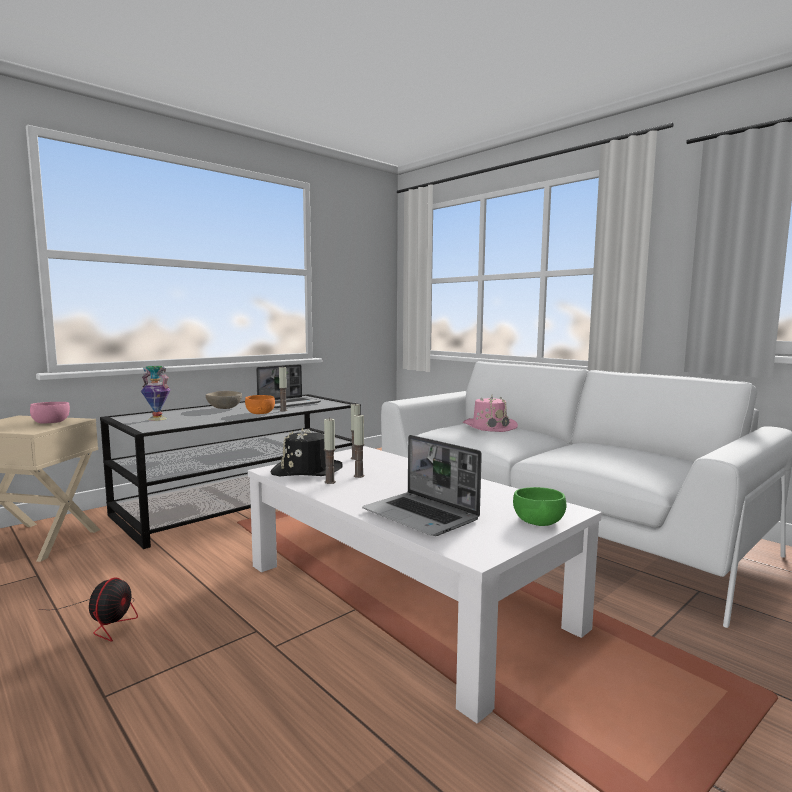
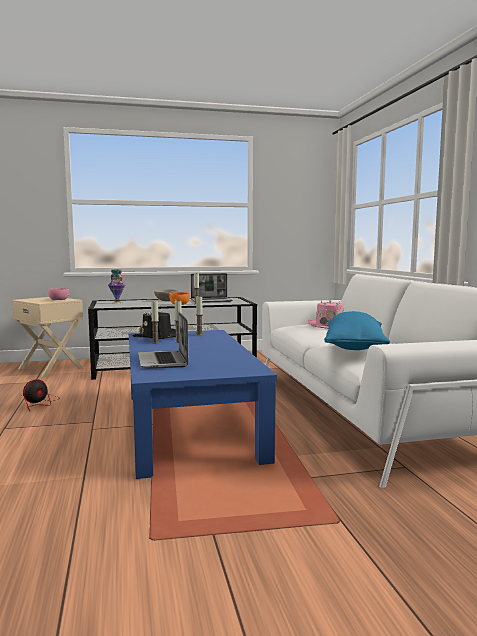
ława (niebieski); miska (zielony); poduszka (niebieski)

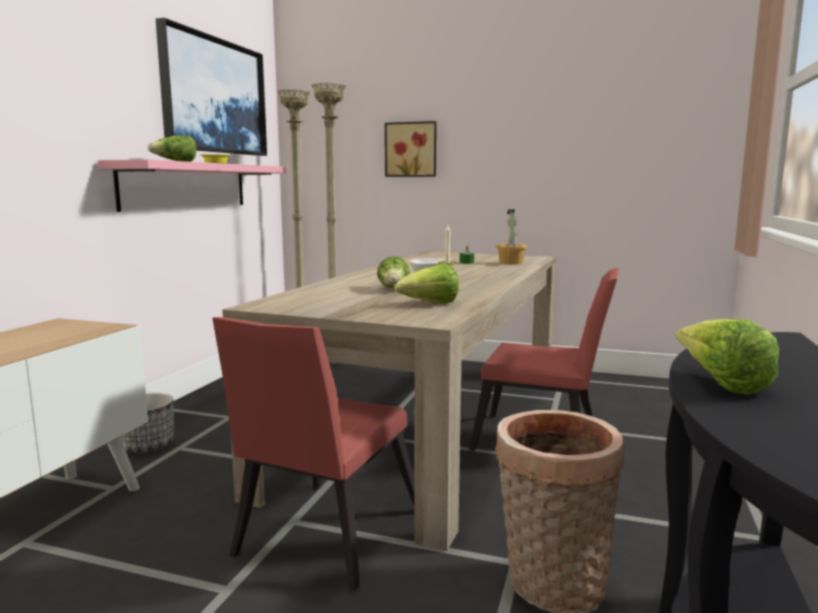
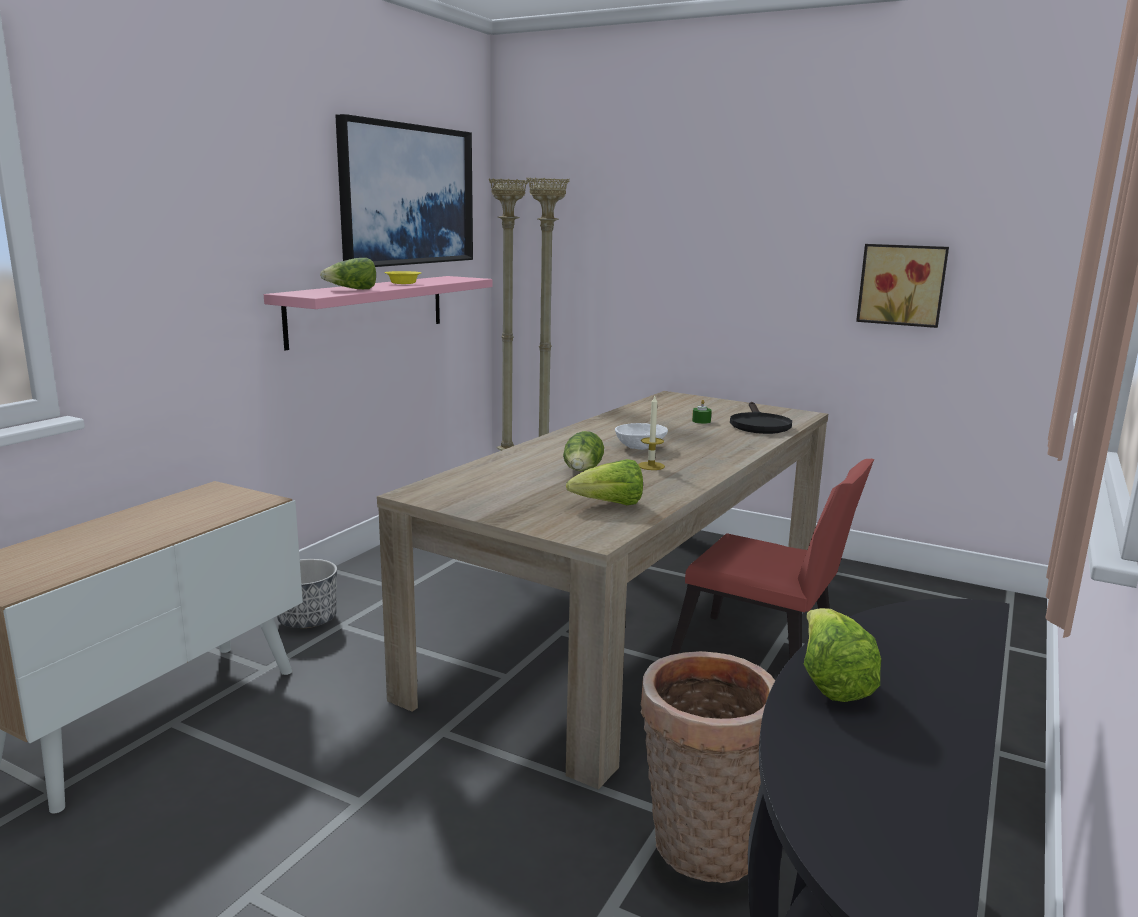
obraz (2nd from left); patelnia (czarny); krzesło (czerwony) (1st from left in the first image)

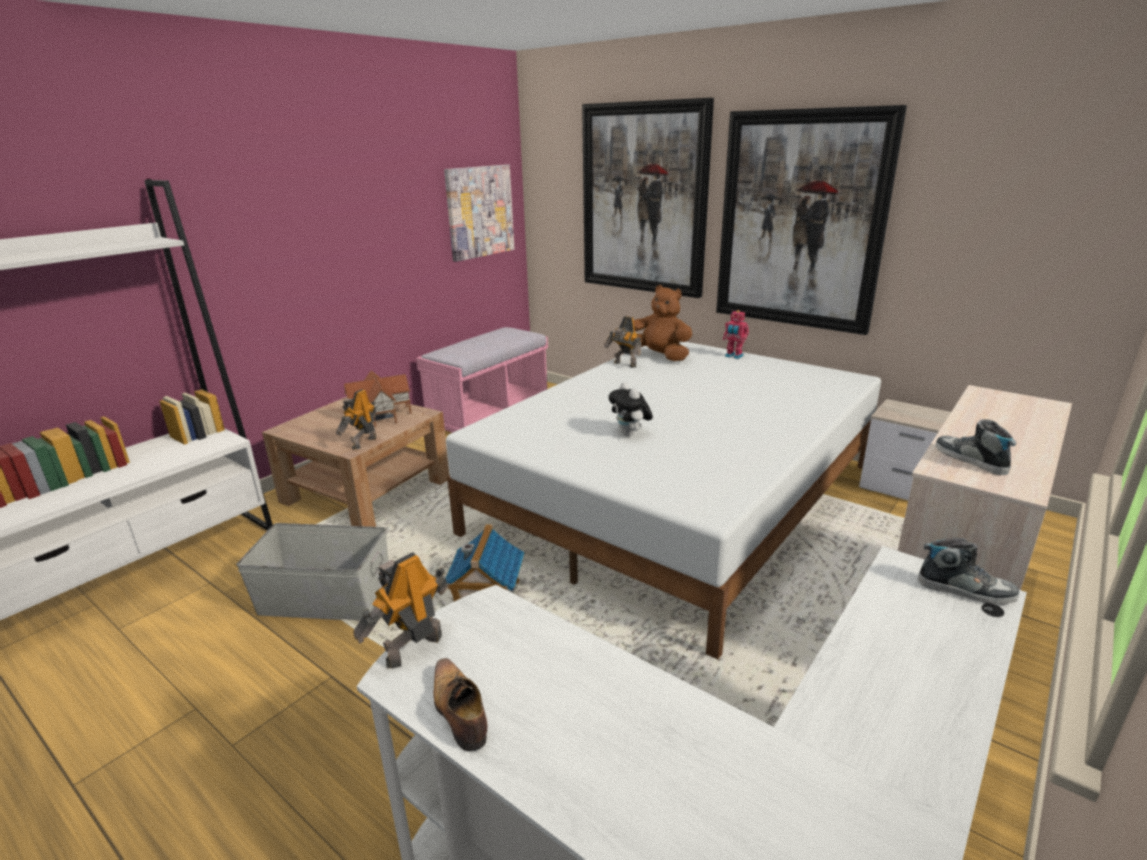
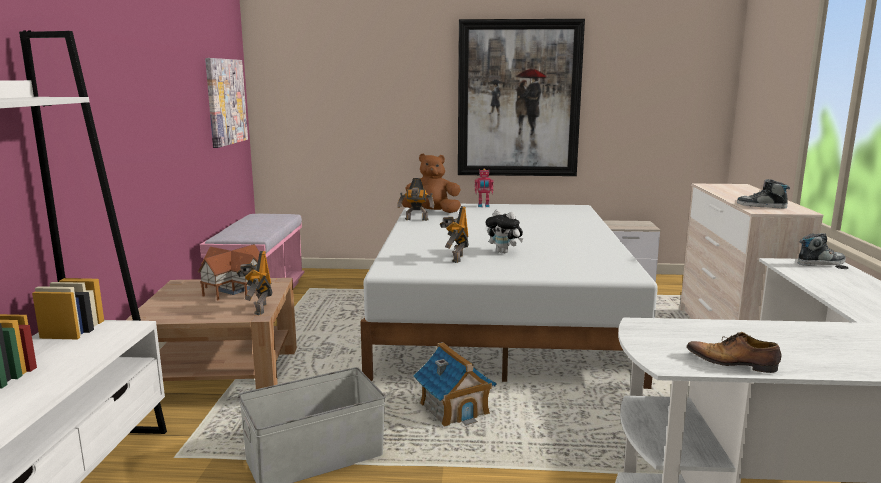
obraz (2nd from left in the first image); robot zabawkowy (3rd from left)

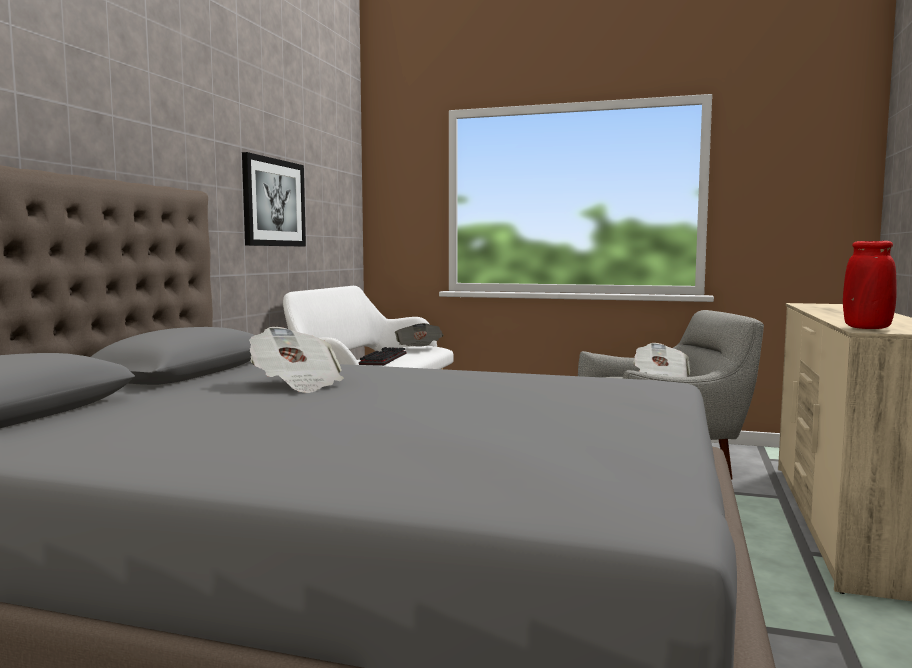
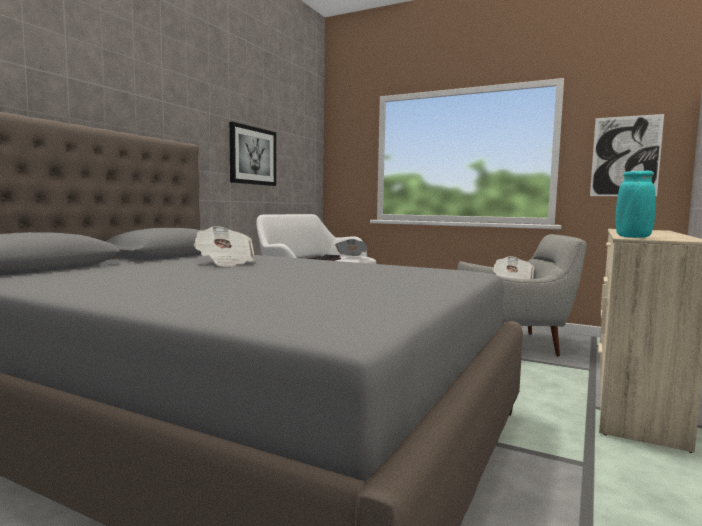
wazon (turkusowy); obraz (2nd from left)

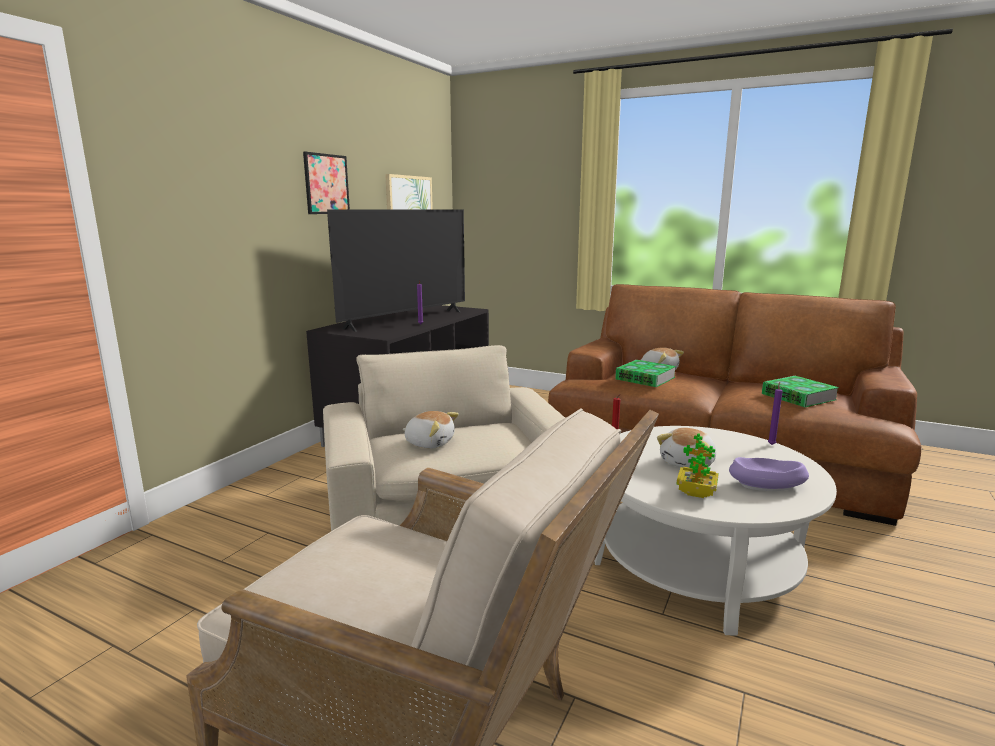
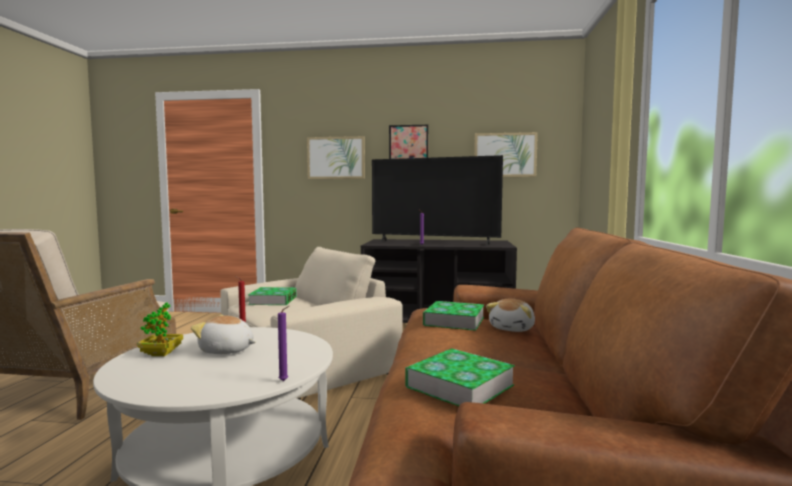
książka (1st from left); miska (fioletowy); obraz (1st from left)

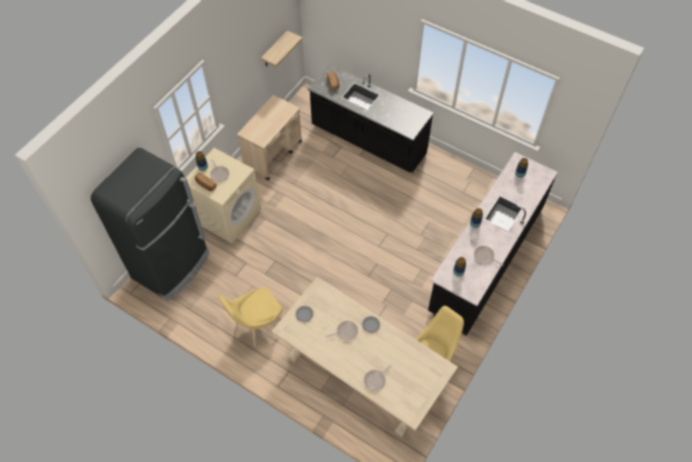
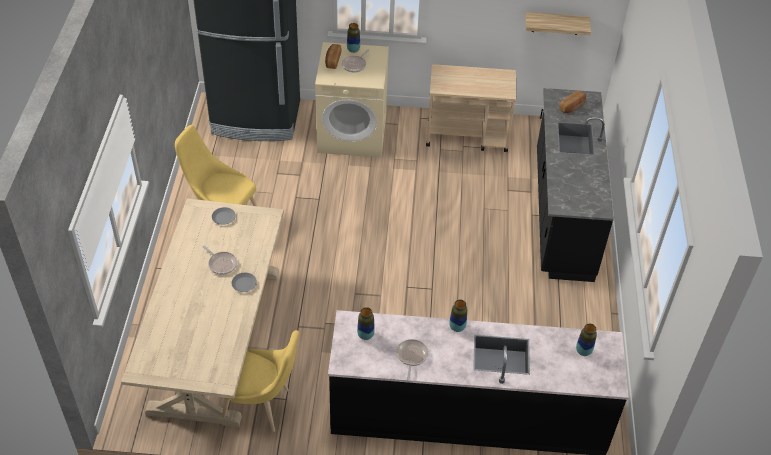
patelnia (3rd from left in the first image)

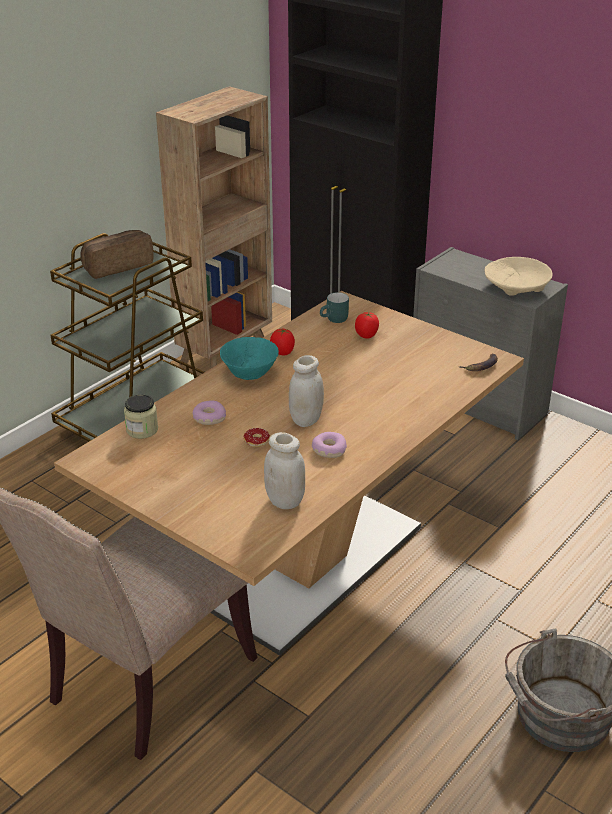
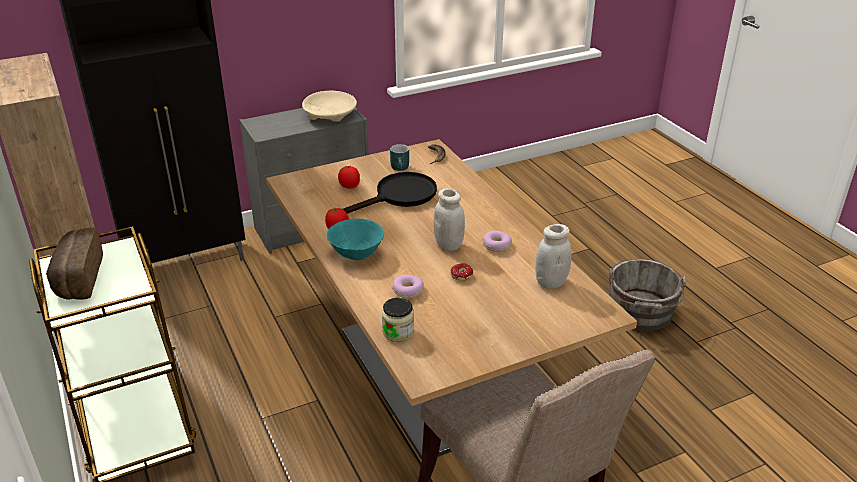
kubek (turkusowy); patelnia (czarny)

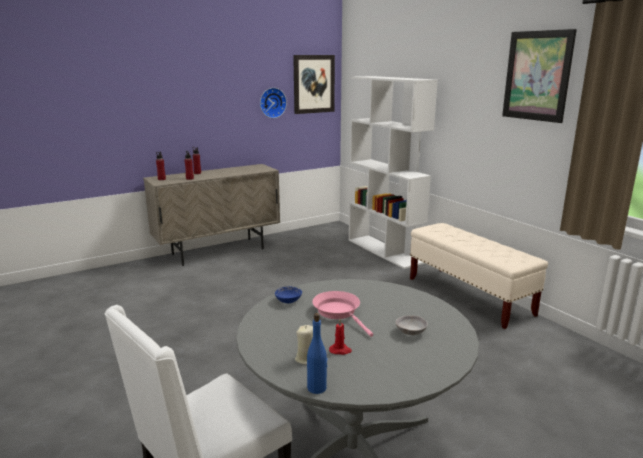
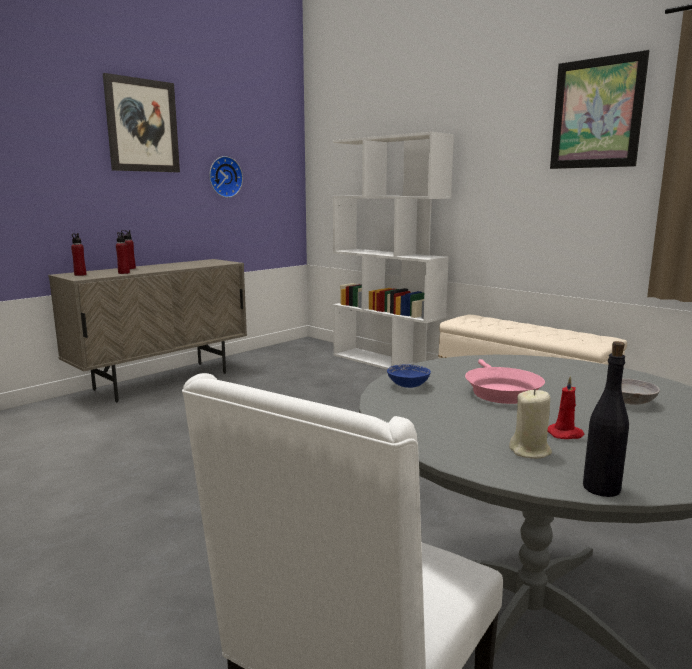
obraz (1st from left); patelnia (różowy); butelka (czarny)

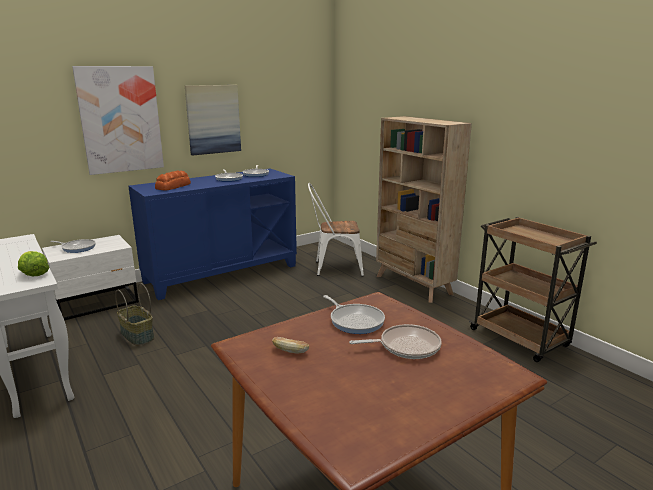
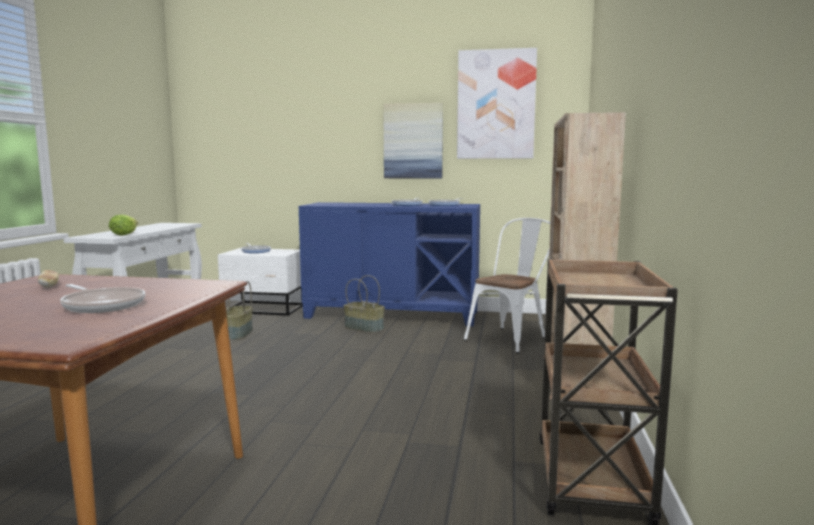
obraz (2nd from left); chleb (1st from left in the first image); krzesło (biały); patelnia (4th from left in the first image); koszyk (2nd from left)

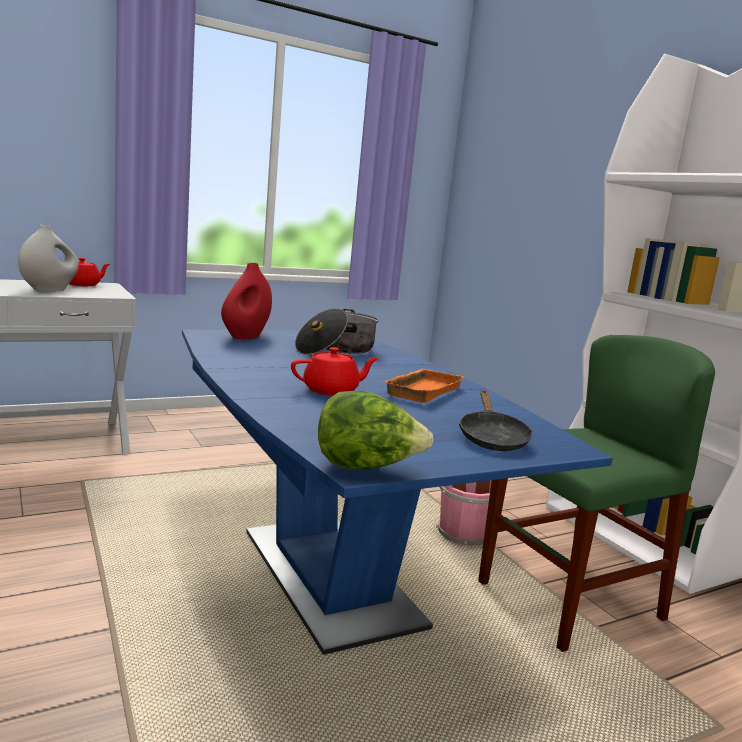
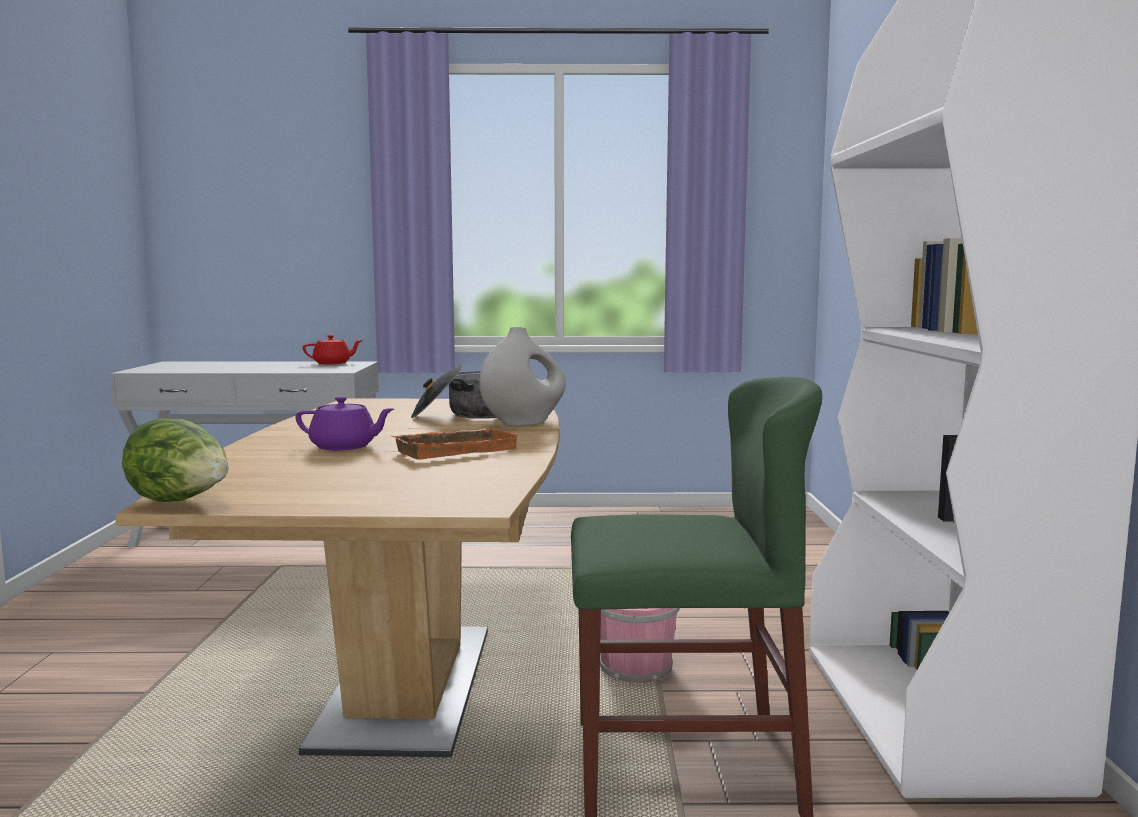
wazon (biały); wazon (czerwony); stół jadalny (brązowy); imbryk (fioletowy); patelnia (czarny)

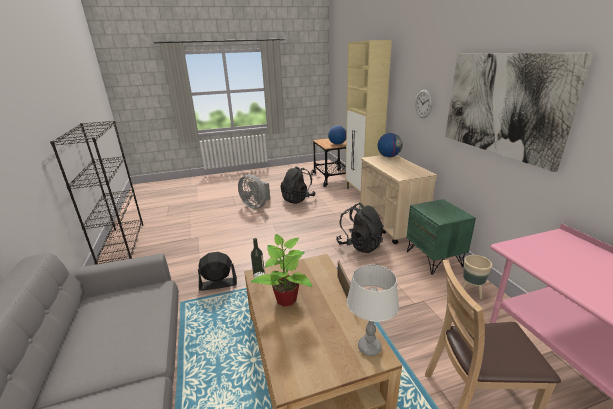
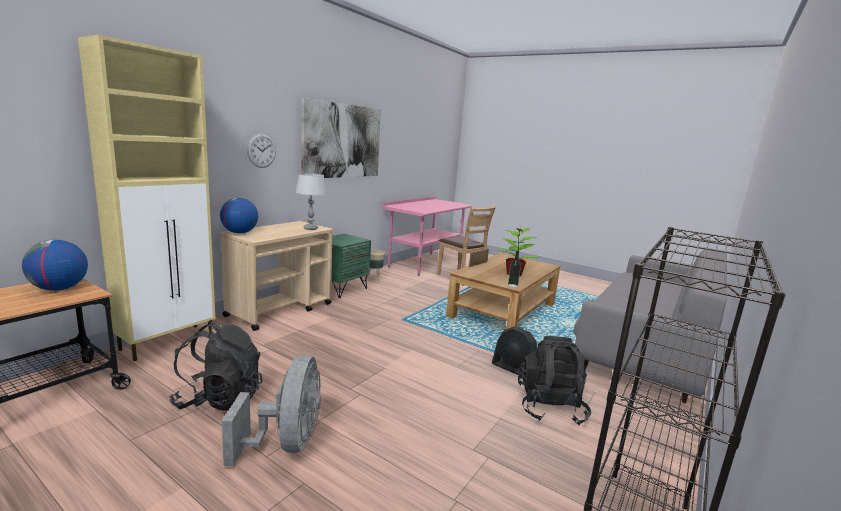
plecak (czarny) (2nd from left); lampa stołowa (szary)

